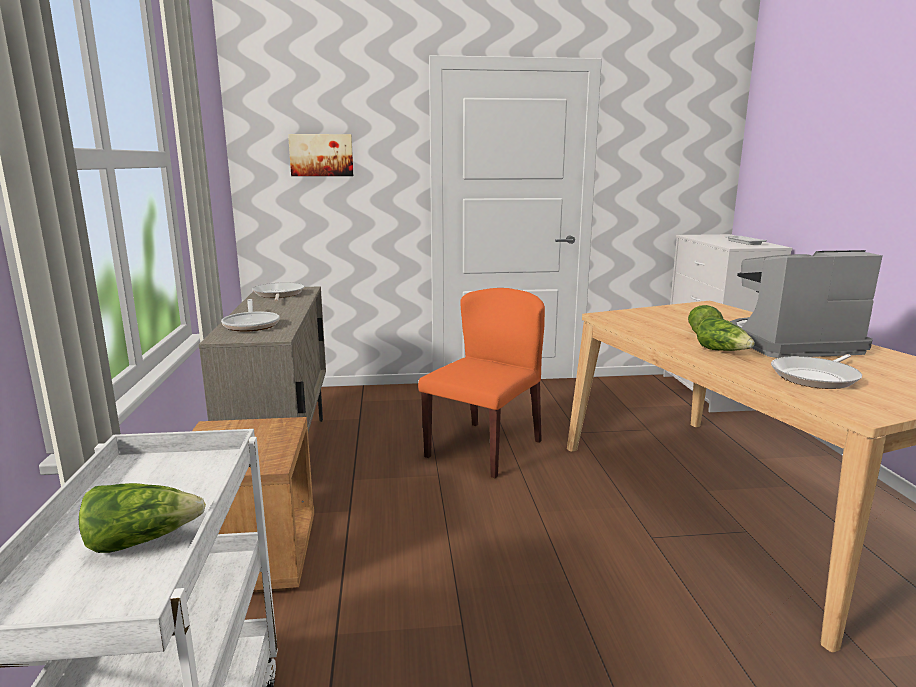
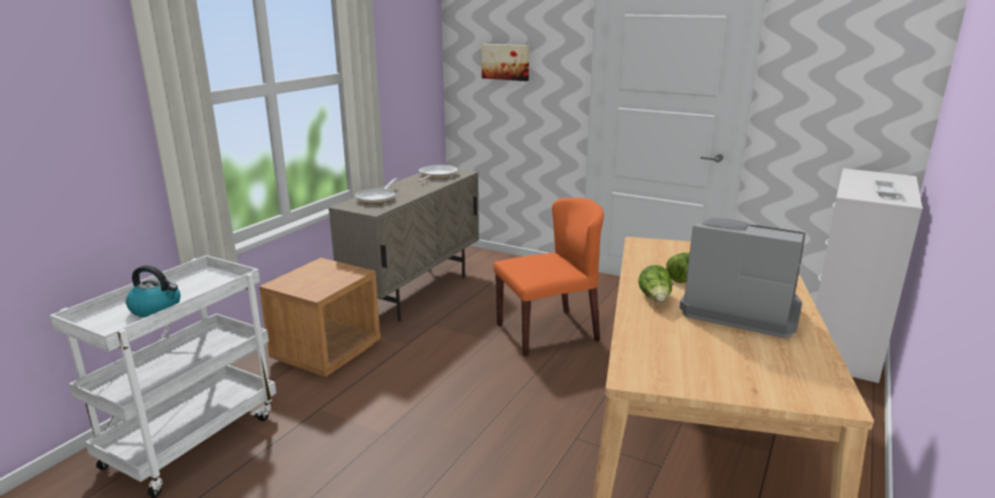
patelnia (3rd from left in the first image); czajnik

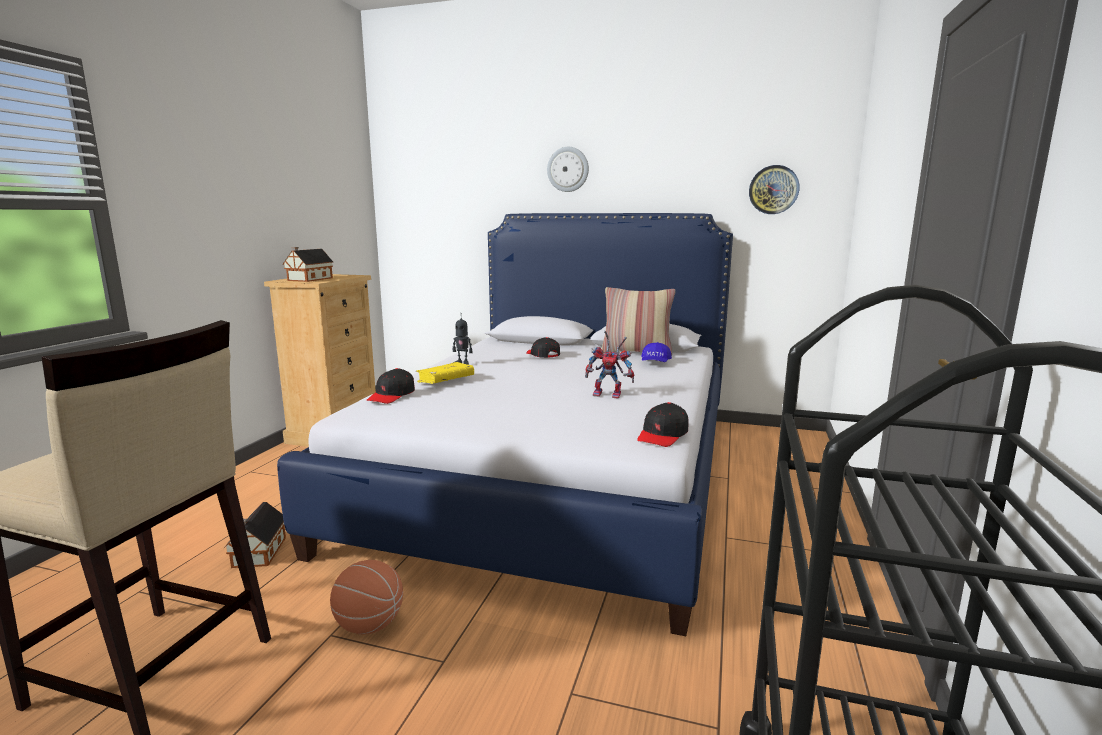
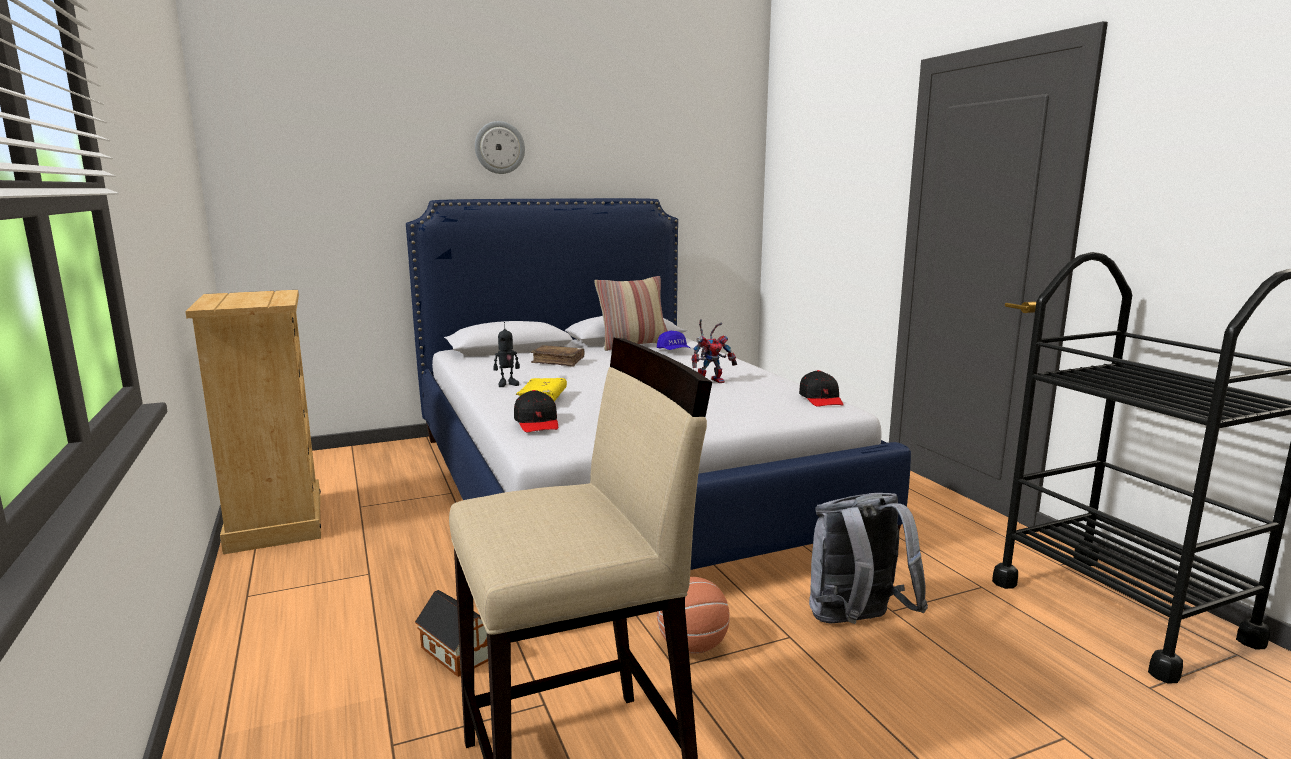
zegar ścienny (2nd from left in the first image); domek (2nd from left in the first image); książka (brązowy); plecak (szary)

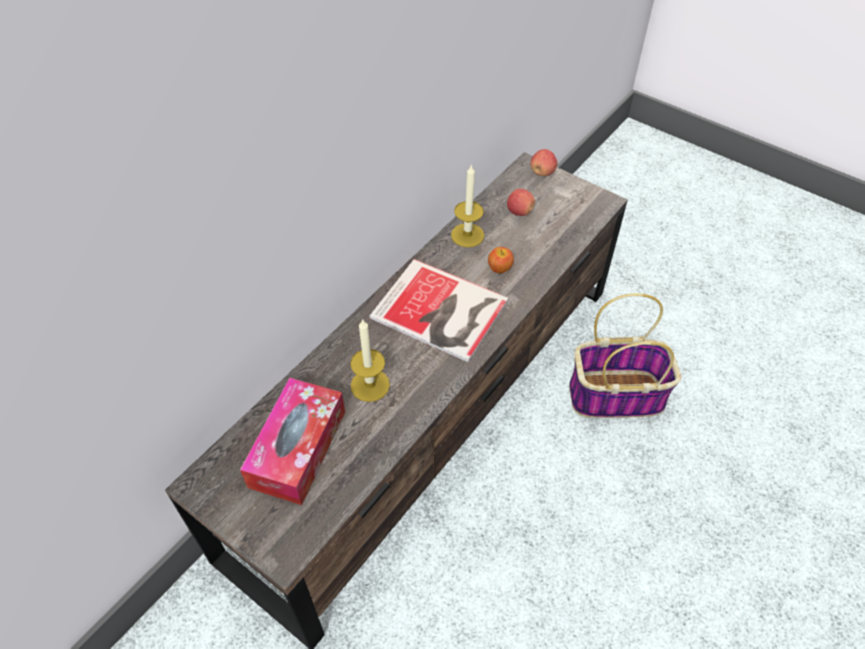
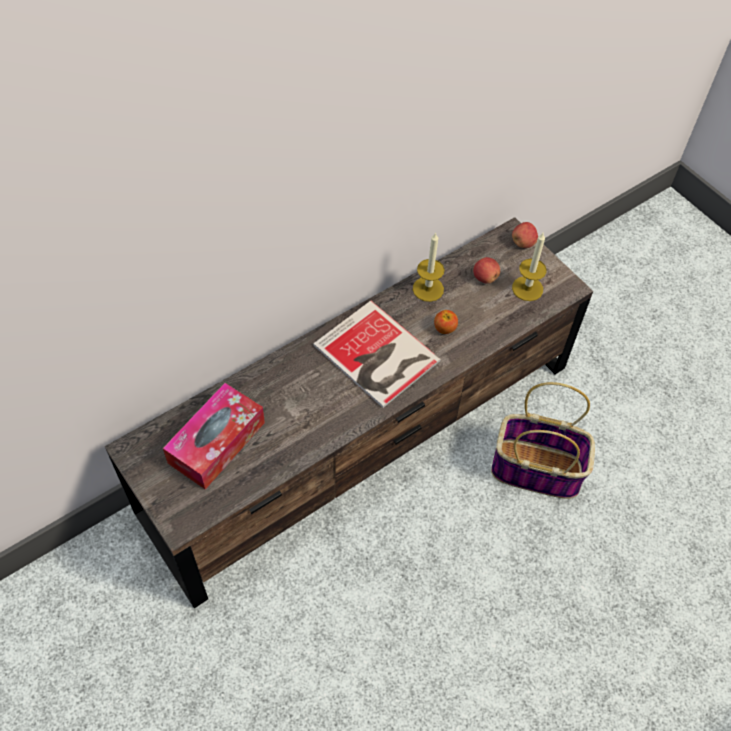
świeca (2nd from left)

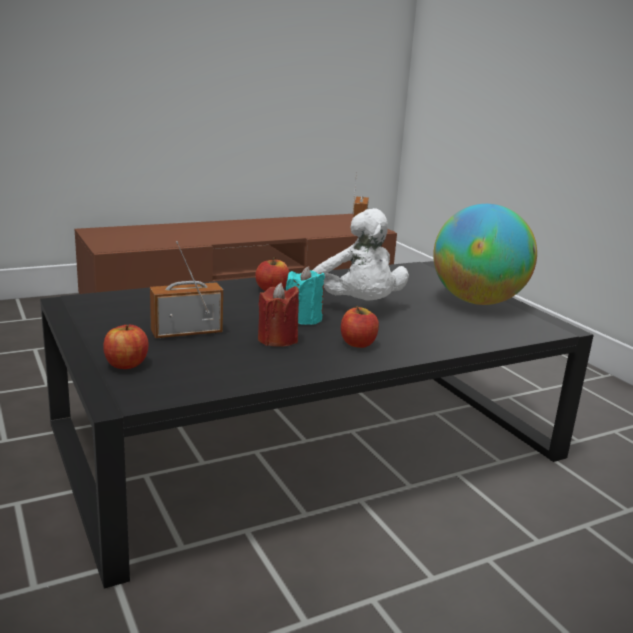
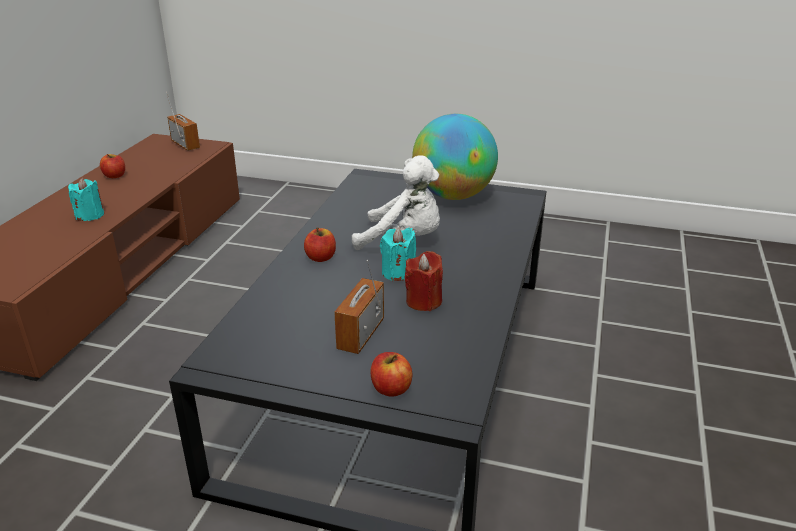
jabłko (1st from left); świeca (turkusowy) (1st from left)

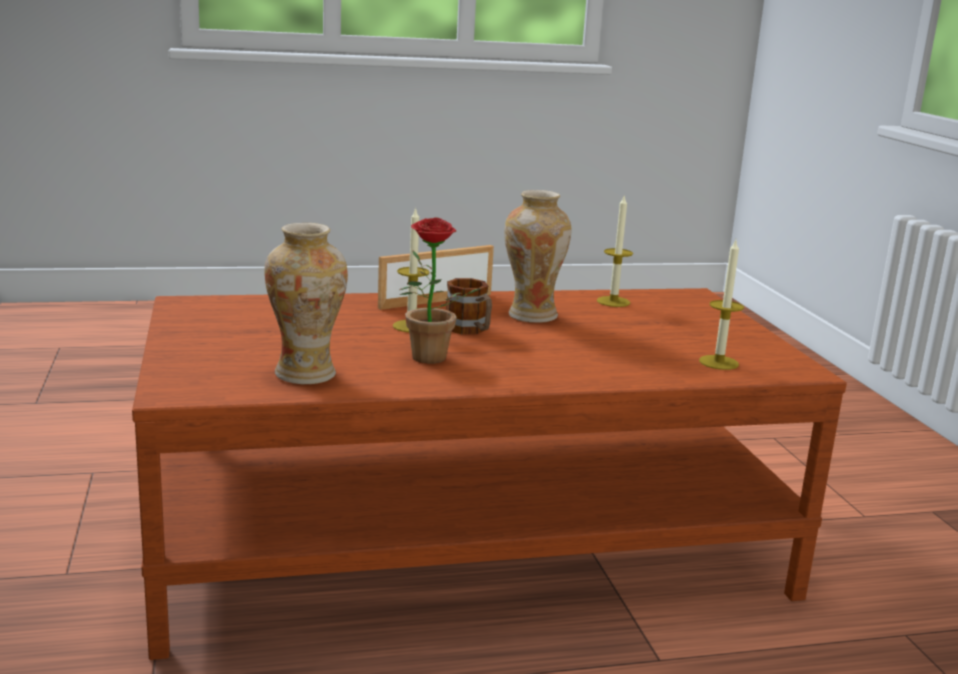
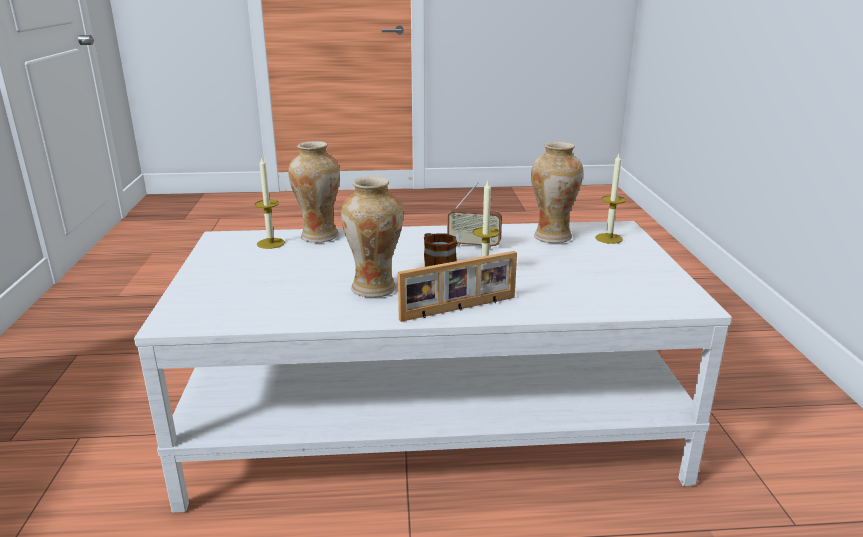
świeca (3rd from left); radio; ława (biały); wazon (1st from left)

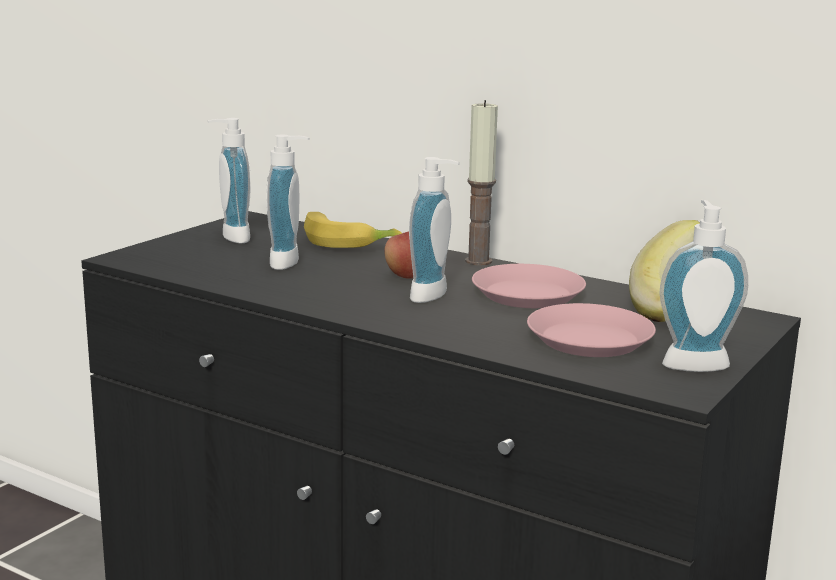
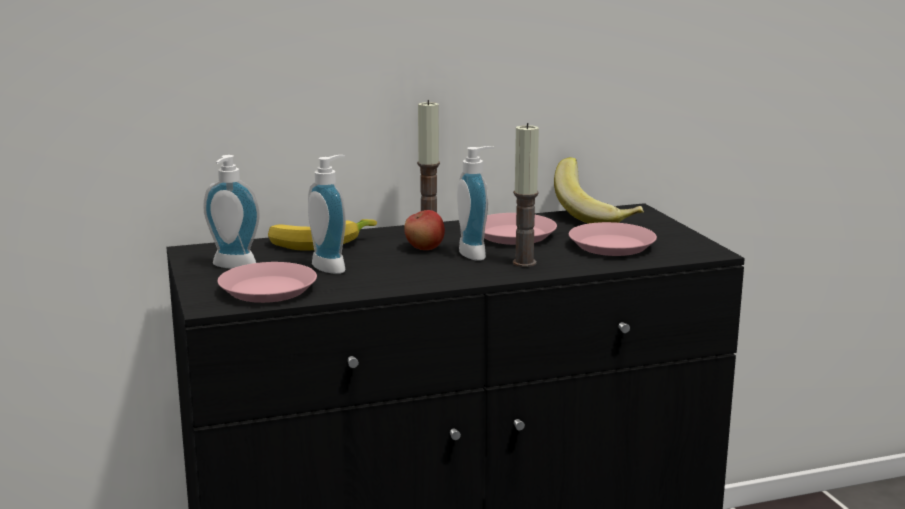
dozownik mydła (4th from left in the first image); świeca (2nd from left); talerz (różowy) (1st from left)

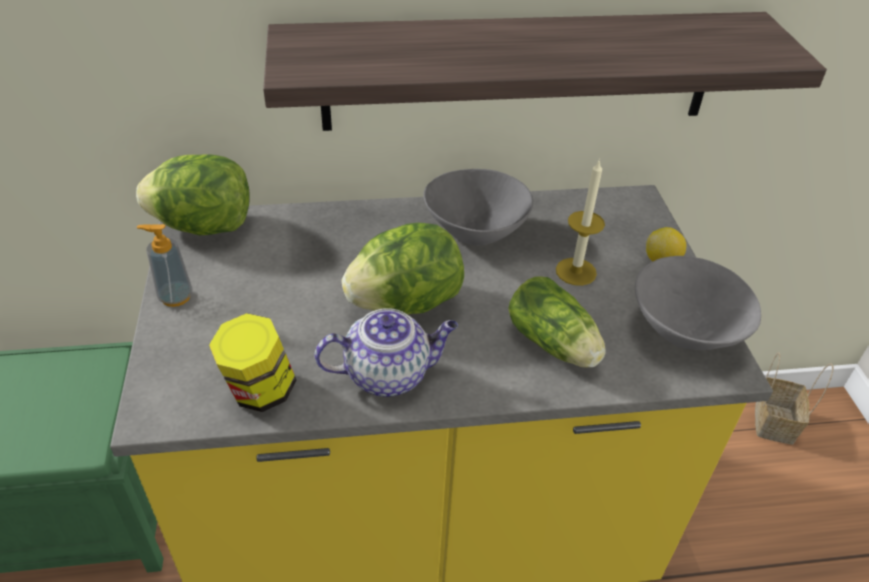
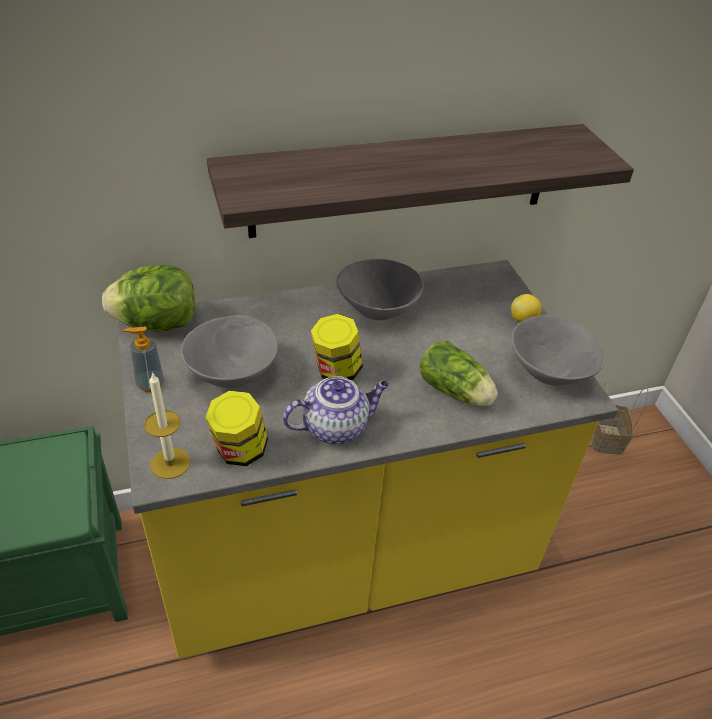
świeca; słoik (2nd from left); miska (szary) (1st from left)

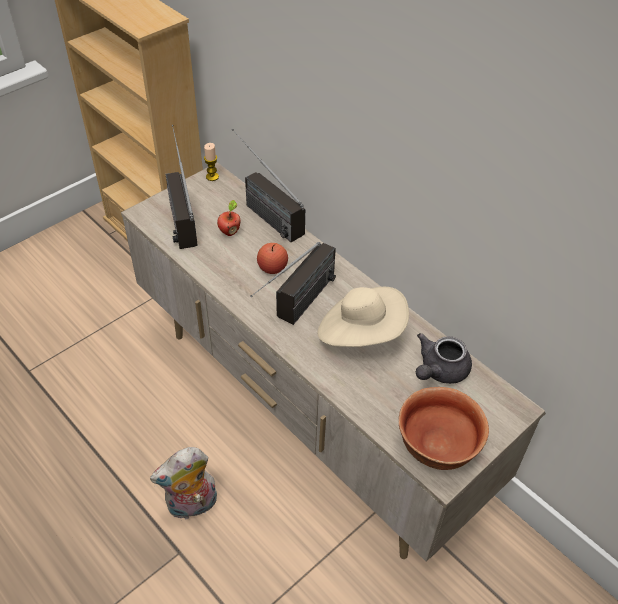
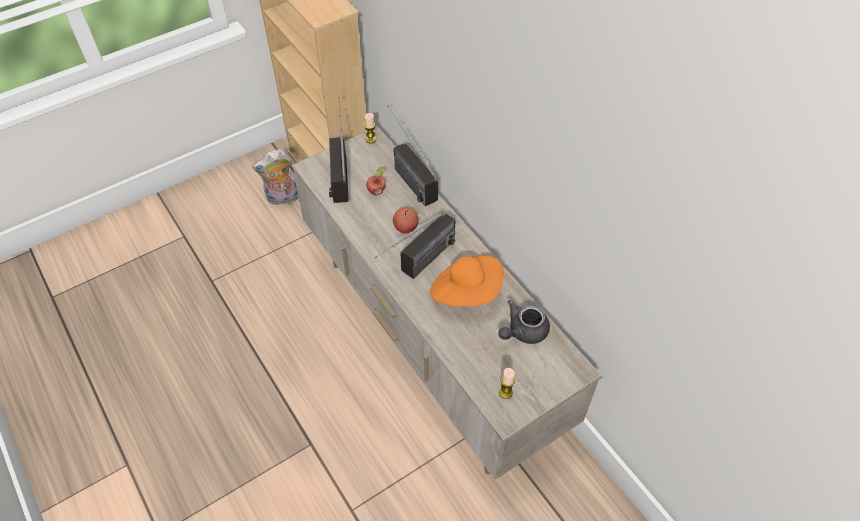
kapelusz (pomarańczowy); świeca (2nd from left); pluszak

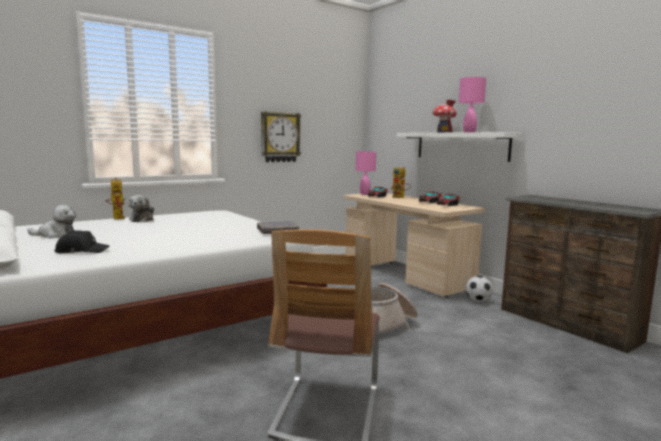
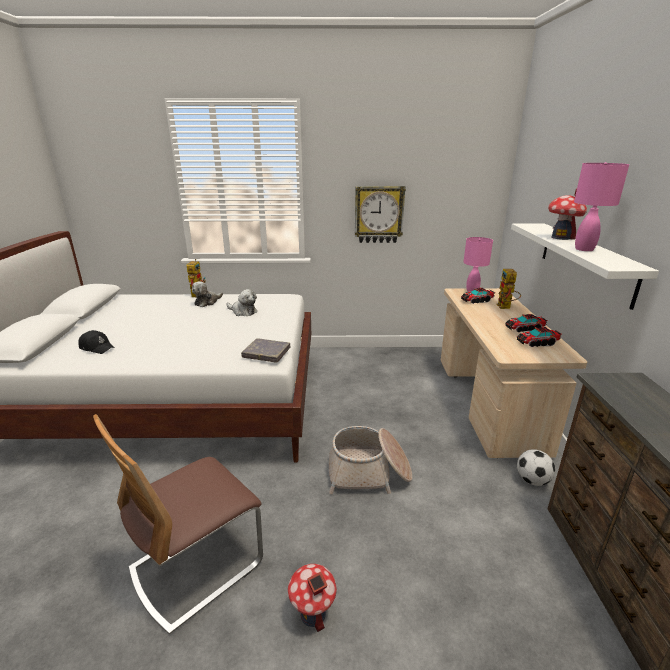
pluszak (2nd from left); domek (1st from left)

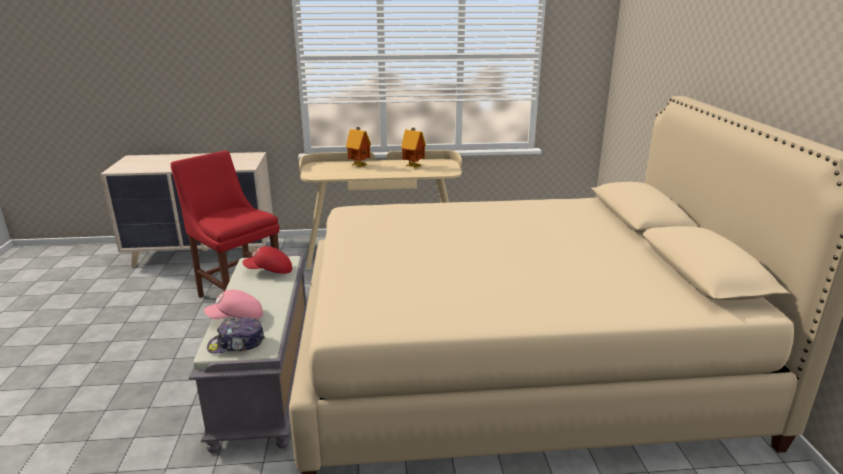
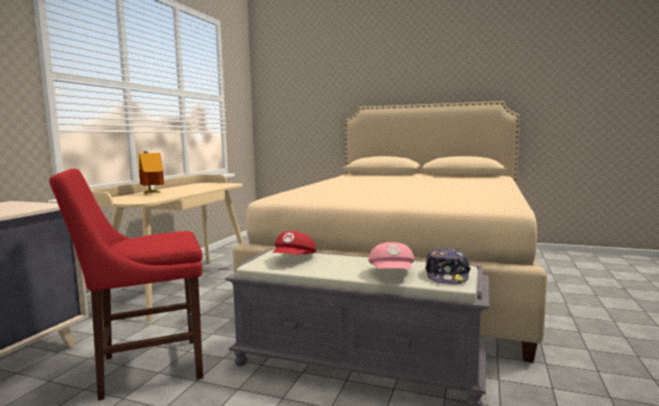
domek (2nd from left in the first image)

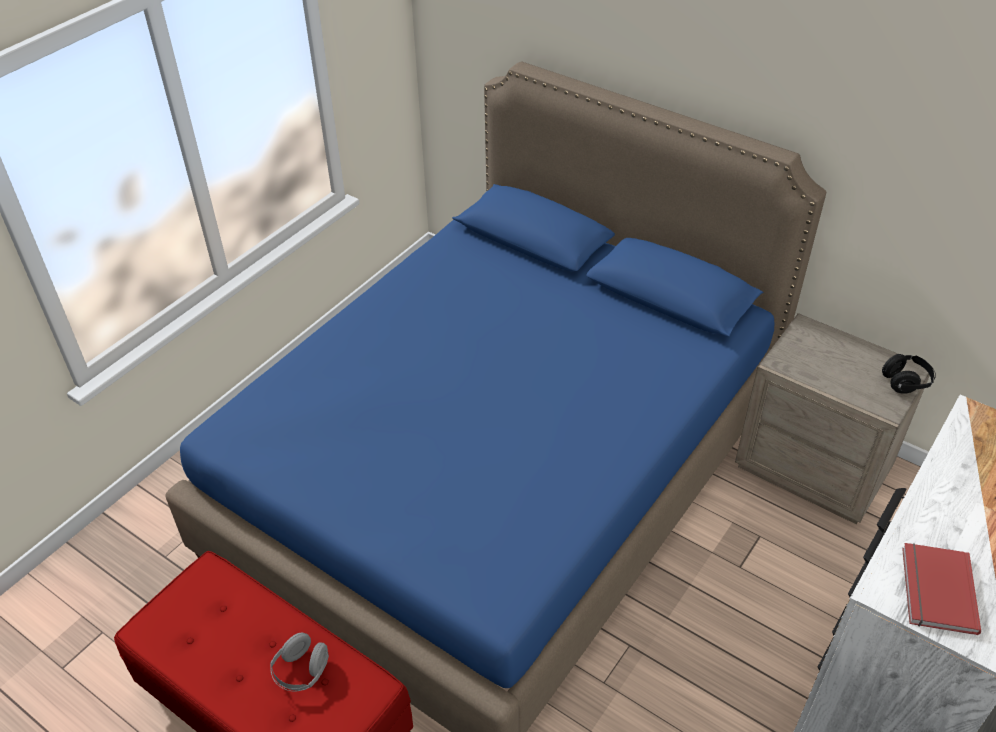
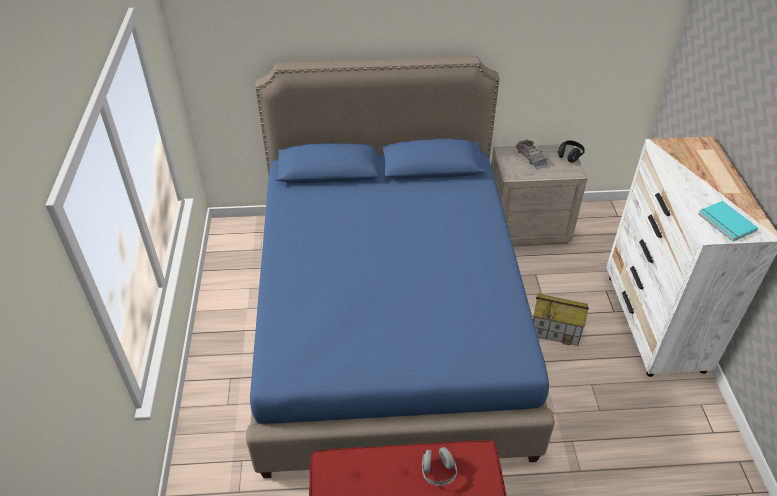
książka (turkusowy); samochodzik (szary); domek

